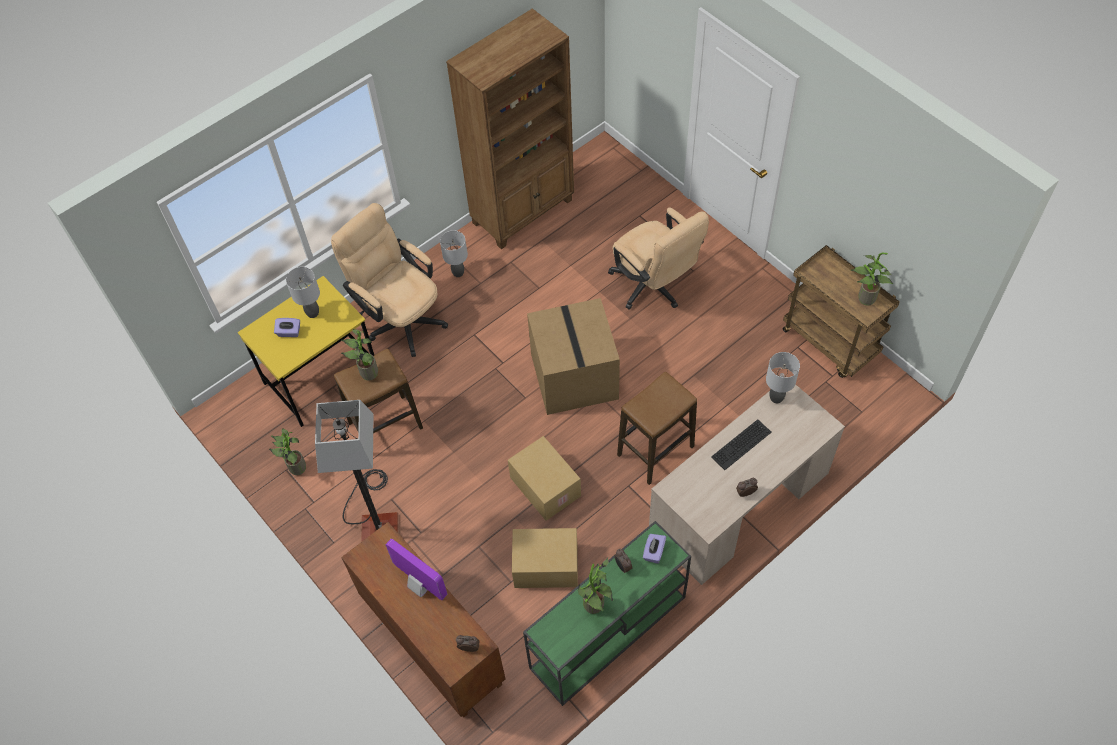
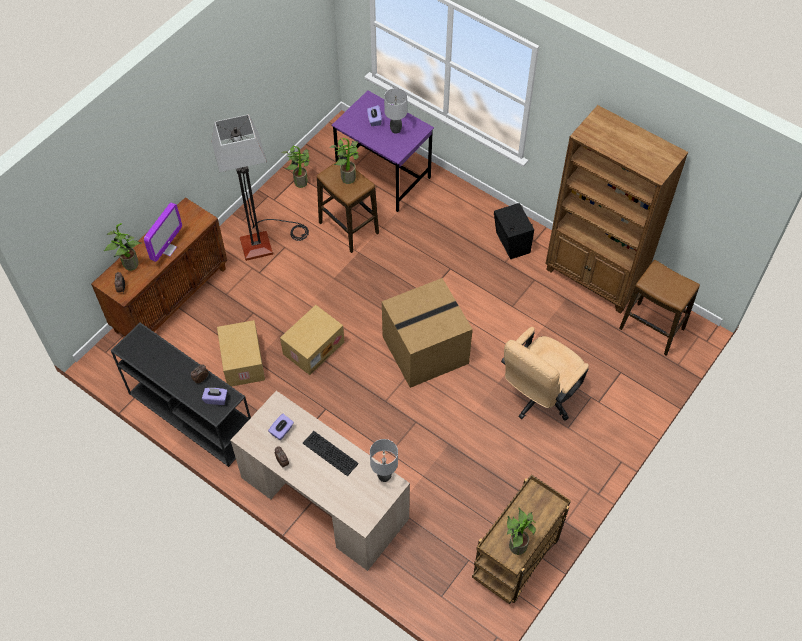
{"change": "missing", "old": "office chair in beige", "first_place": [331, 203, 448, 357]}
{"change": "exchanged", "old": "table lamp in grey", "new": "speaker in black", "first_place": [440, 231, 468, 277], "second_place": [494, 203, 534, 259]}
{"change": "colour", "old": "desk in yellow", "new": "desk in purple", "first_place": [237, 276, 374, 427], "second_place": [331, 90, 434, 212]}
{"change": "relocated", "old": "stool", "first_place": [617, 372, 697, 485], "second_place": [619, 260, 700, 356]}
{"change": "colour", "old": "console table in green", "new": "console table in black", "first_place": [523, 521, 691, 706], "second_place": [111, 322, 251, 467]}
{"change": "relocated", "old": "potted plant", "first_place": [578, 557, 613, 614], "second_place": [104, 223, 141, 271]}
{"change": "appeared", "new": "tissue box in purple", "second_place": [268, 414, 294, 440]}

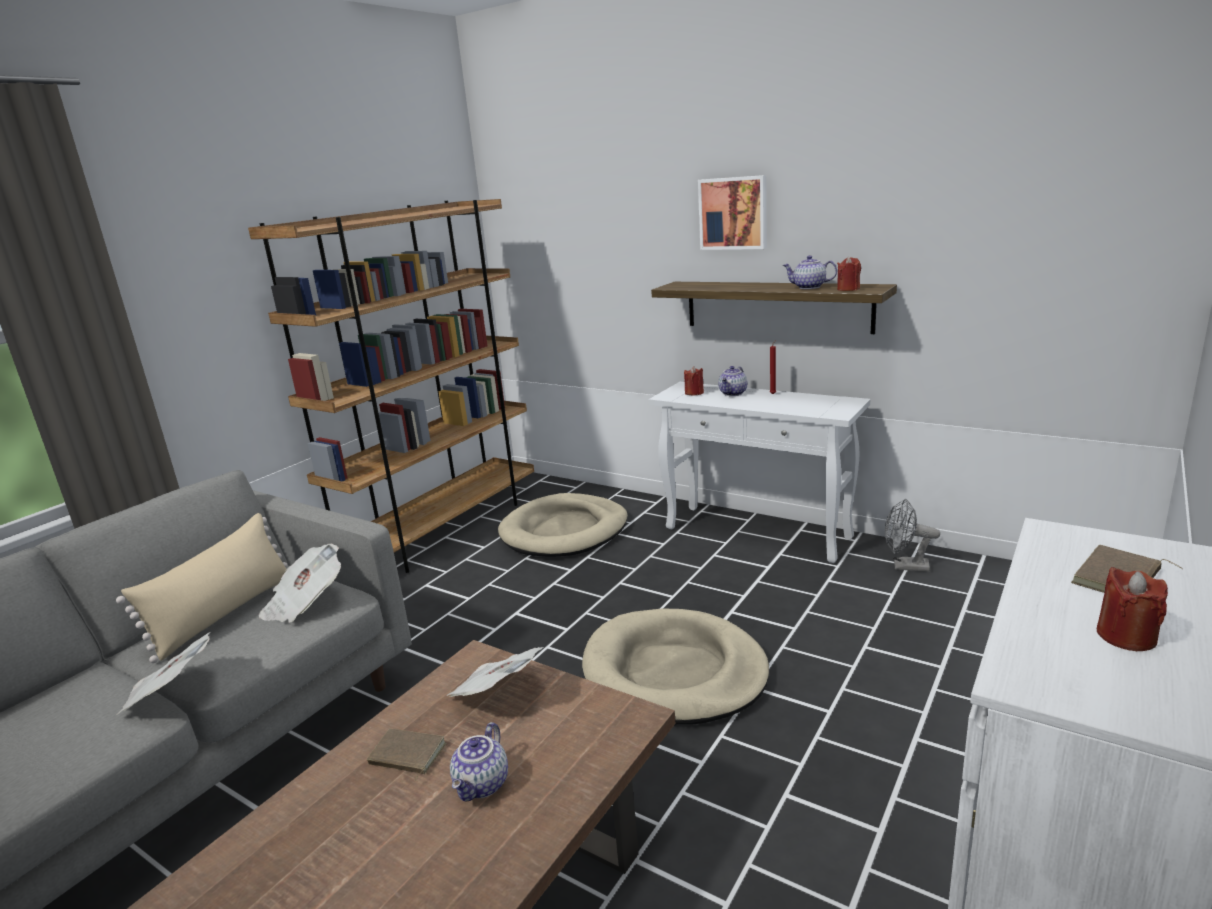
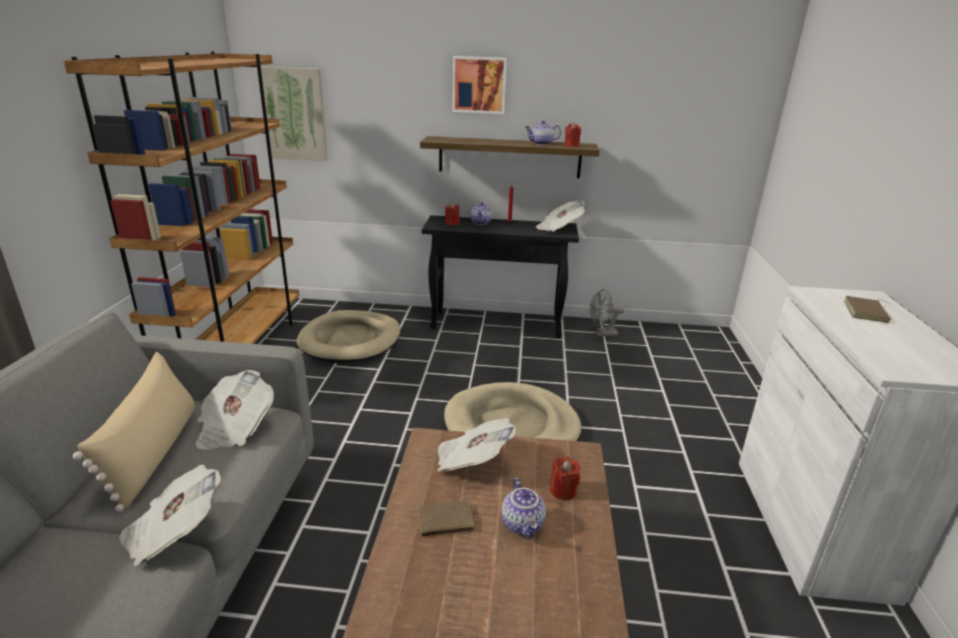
{"change": "colour", "old": "console table in white", "new": "console table in black", "first_place": [649, 382, 870, 563], "second_place": [422, 215, 579, 338]}
{"change": "relocated", "old": "candle in red", "first_place": [1097, 567, 1168, 651], "second_place": [550, 456, 580, 500]}
{"change": "appeared", "new": "picture", "second_place": [261, 67, 328, 161]}
{"change": "appeared", "new": "newspaper", "second_place": [536, 201, 585, 232]}

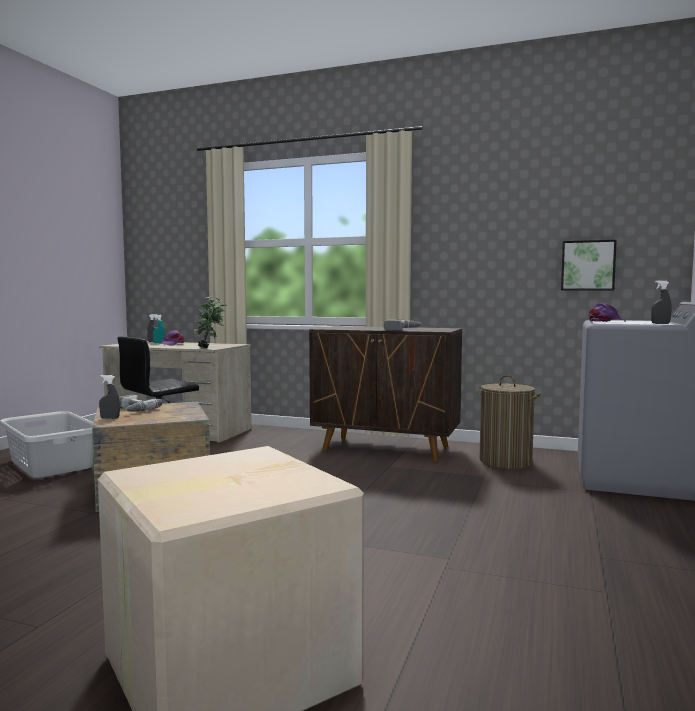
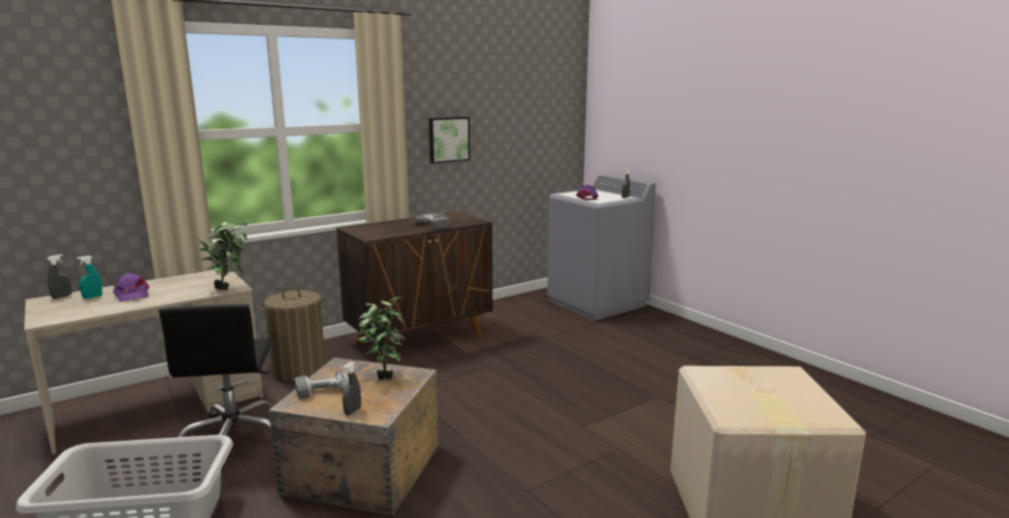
{"change": "relocated", "old": "picture", "first_place": [561, 240, 617, 291], "second_place": [429, 117, 470, 164]}
{"change": "relocated", "old": "laundry basket", "first_place": [477, 375, 541, 469], "second_place": [258, 287, 327, 381]}
{"change": "appeared", "new": "potted plant", "second_place": [359, 296, 405, 380]}

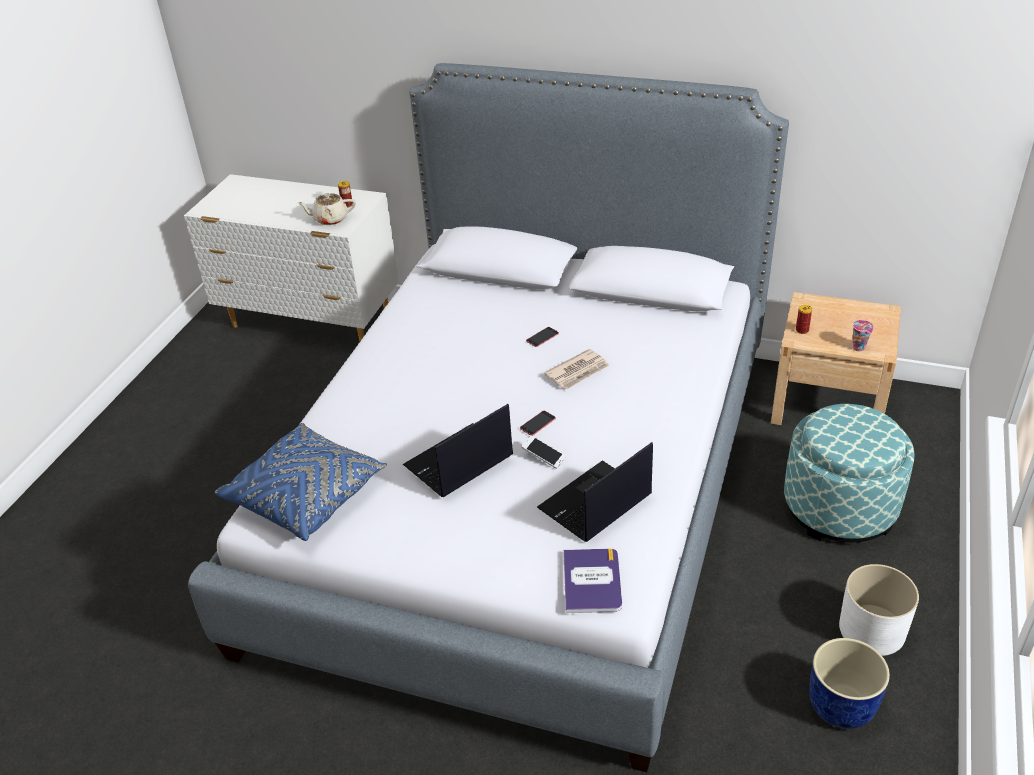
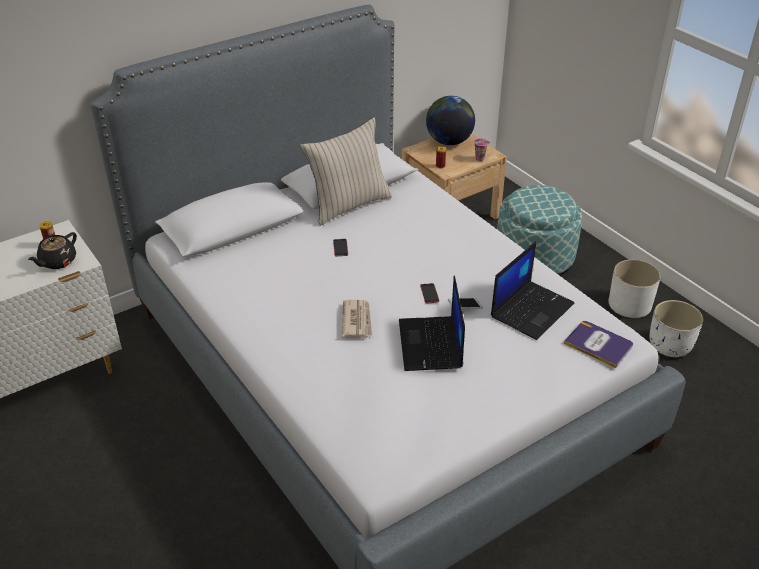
{"change": "colour", "old": "teapot in beige", "new": "teapot in black", "first_place": [297, 193, 356, 225], "second_place": [28, 232, 77, 269]}
{"change": "relocated", "old": "newspaper", "first_place": [544, 349, 610, 389], "second_place": [342, 300, 372, 338]}
{"change": "missing", "old": "pillow in blue", "first_place": [214, 423, 387, 541]}
{"change": "spun", "old": "laptop", "first_place": [537, 442, 653, 542], "second_place": [491, 241, 574, 340], "degrees": -135}
{"change": "colour", "old": "planter in blue", "new": "planter in white", "first_place": [809, 638, 890, 729], "second_place": [650, 300, 703, 357]}
{"change": "appeared", "new": "globe", "second_place": [426, 96, 475, 145]}
{"change": "appeared", "new": "pillow in beige", "second_place": [300, 118, 392, 226]}

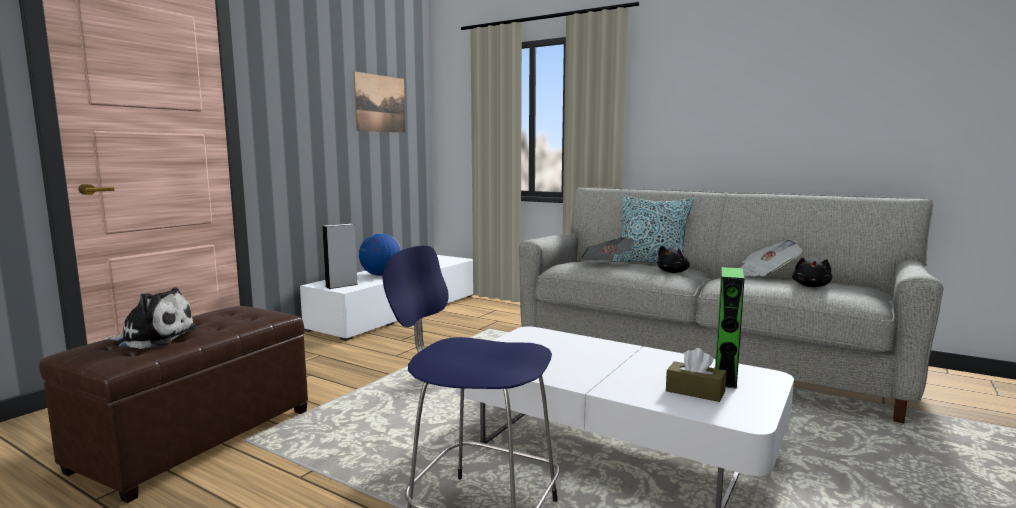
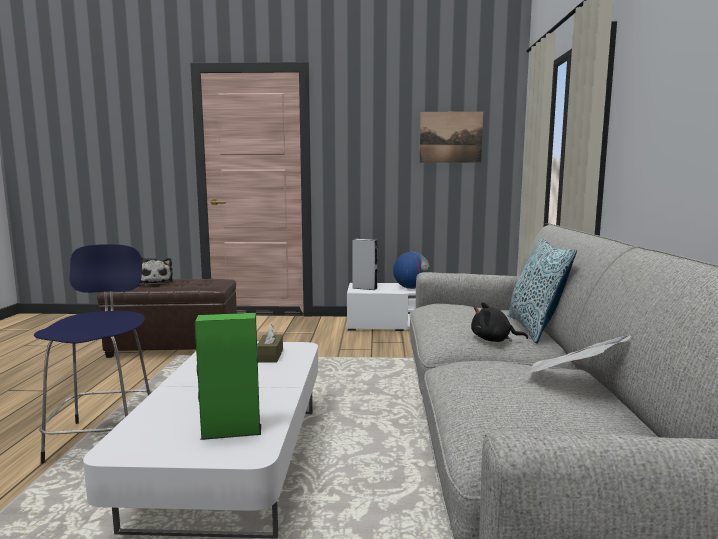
{"change": "missing", "old": "newspaper", "first_place": [580, 237, 634, 260]}
{"change": "missing", "old": "plush toy in black", "first_place": [792, 257, 832, 287]}
{"change": "relocated", "old": "tissue box in brown", "first_place": [666, 348, 727, 402], "second_place": [257, 325, 283, 362]}

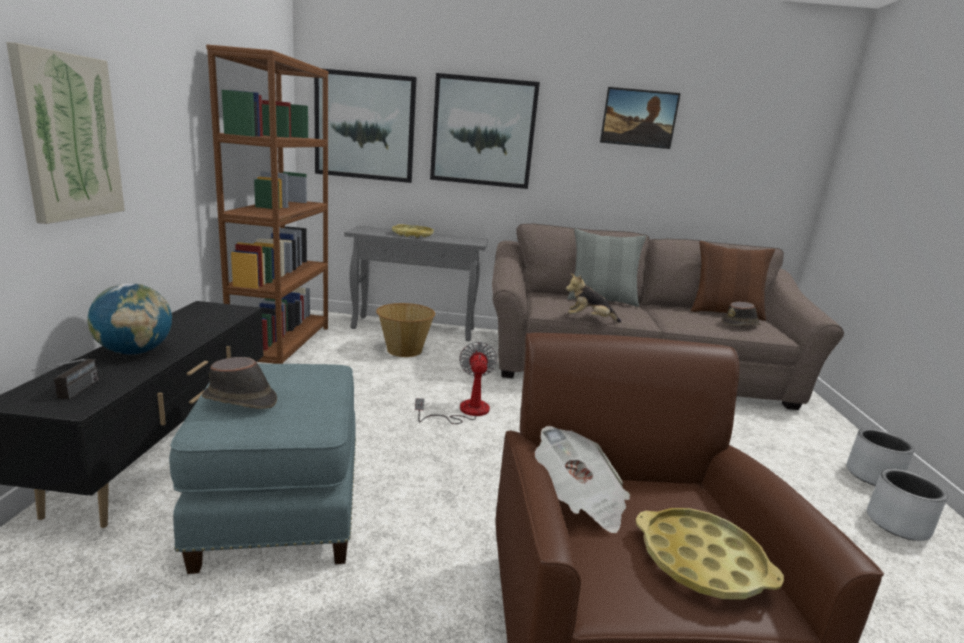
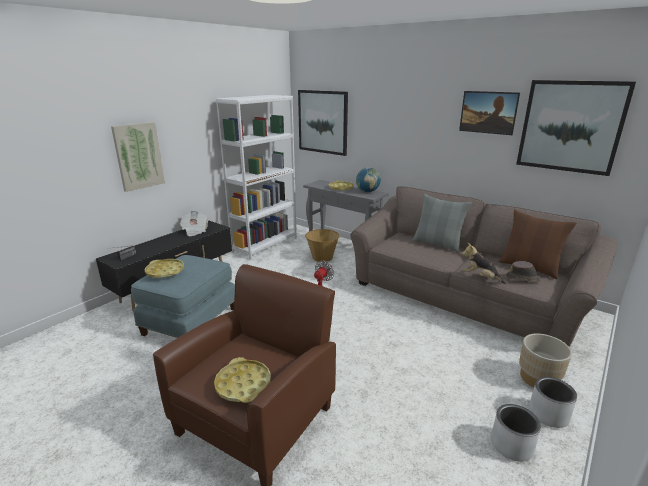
{"change": "colour", "old": "bookcase in brown", "new": "bookcase in white", "first_place": [206, 44, 328, 364], "second_place": [216, 95, 297, 260]}
{"change": "relocated", "old": "picture", "first_place": [430, 73, 540, 189], "second_place": [516, 80, 636, 176]}
{"change": "relocated", "old": "plush toy", "first_place": [566, 273, 621, 323], "second_place": [462, 243, 506, 284]}
{"change": "relocated", "old": "globe", "first_place": [87, 283, 172, 355], "second_place": [356, 167, 381, 192]}
{"change": "exchanged", "old": "hat in brown", "new": "tray in yellow", "first_place": [202, 357, 277, 409], "second_place": [145, 259, 184, 278]}
{"change": "relocated", "old": "newspaper", "first_place": [535, 426, 630, 533], "second_place": [180, 211, 209, 236]}
{"change": "appeared", "new": "planter in beige", "second_place": [519, 334, 572, 387]}

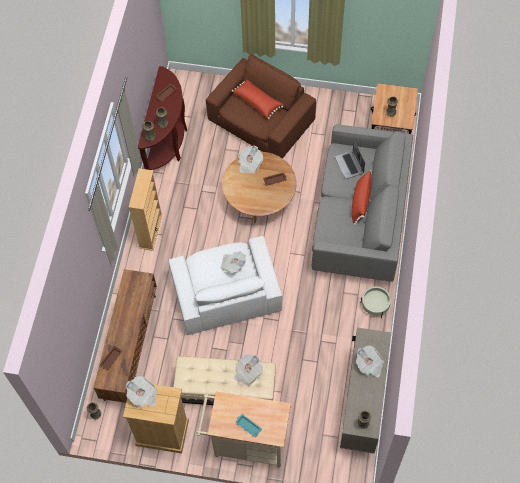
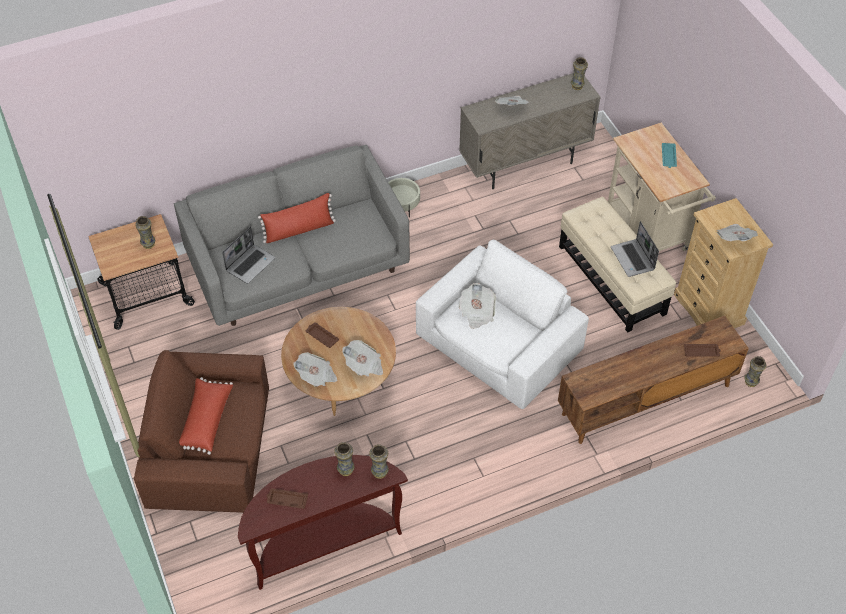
{"change": "missing", "old": "bookcase in beige", "first_place": [129, 168, 162, 251]}
{"change": "relocated", "old": "newspaper", "first_place": [234, 354, 263, 386], "second_place": [342, 340, 383, 377]}
{"change": "appeared", "new": "laptop", "second_place": [611, 221, 659, 277]}

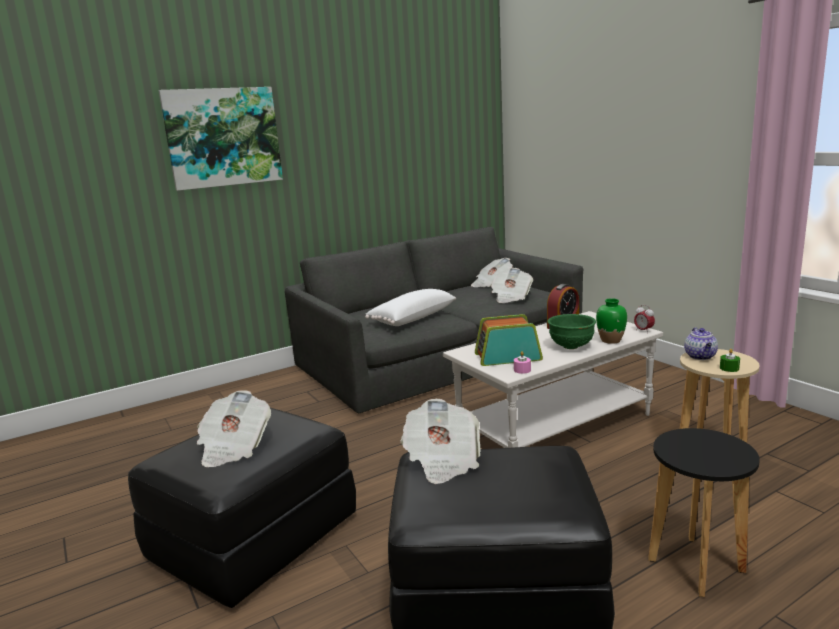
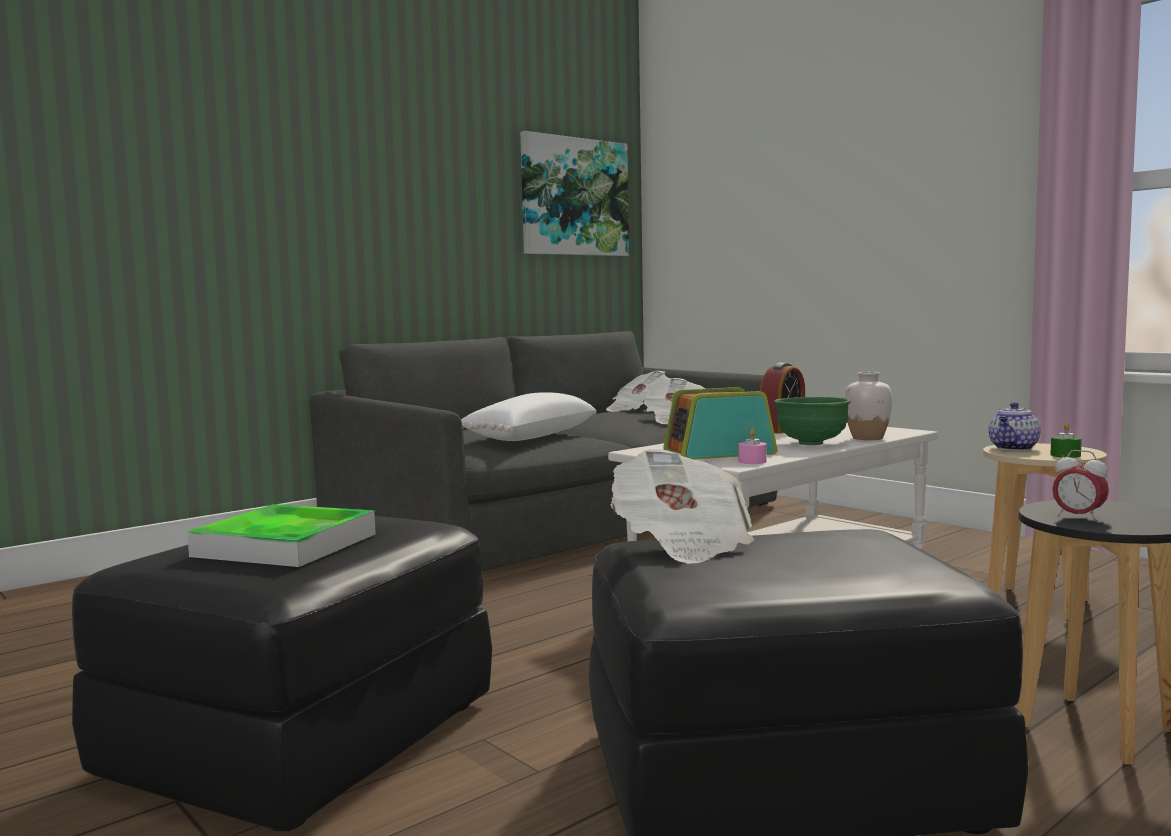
{"change": "relocated", "old": "picture", "first_place": [159, 87, 283, 191], "second_place": [520, 131, 629, 256]}
{"change": "colour", "old": "vase in green", "new": "vase in white", "first_place": [596, 298, 627, 344], "second_place": [844, 372, 892, 440]}
{"change": "relocated", "old": "alarm clock", "first_place": [634, 305, 655, 333], "second_place": [1052, 450, 1109, 522]}
{"change": "spun", "old": "teapot", "first_place": [684, 327, 718, 360], "second_place": [988, 402, 1041, 451], "degrees": 45}
{"change": "exchanged", "old": "newspaper", "new": "tray", "first_place": [197, 390, 271, 467], "second_place": [187, 504, 376, 567]}

